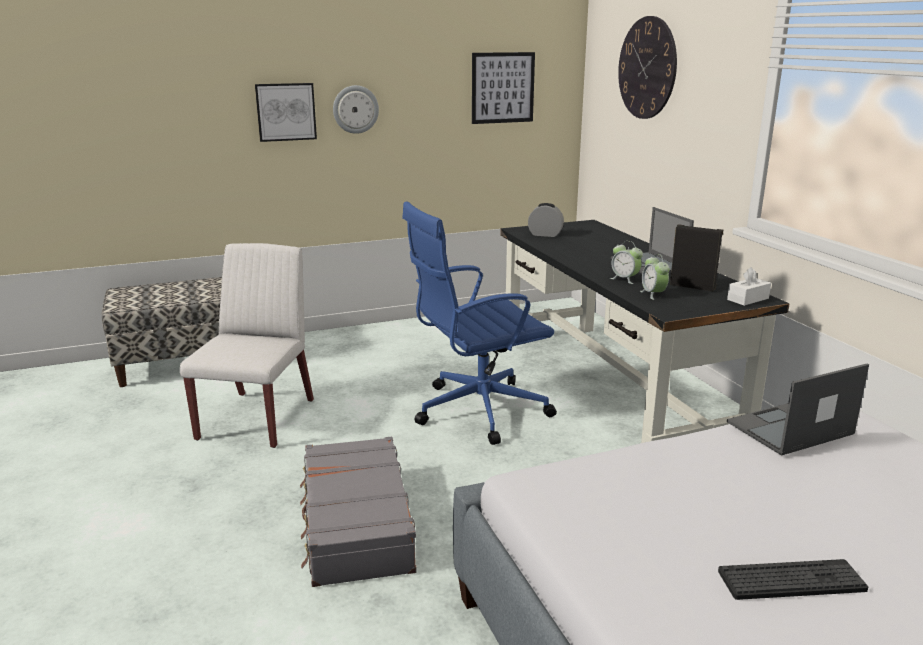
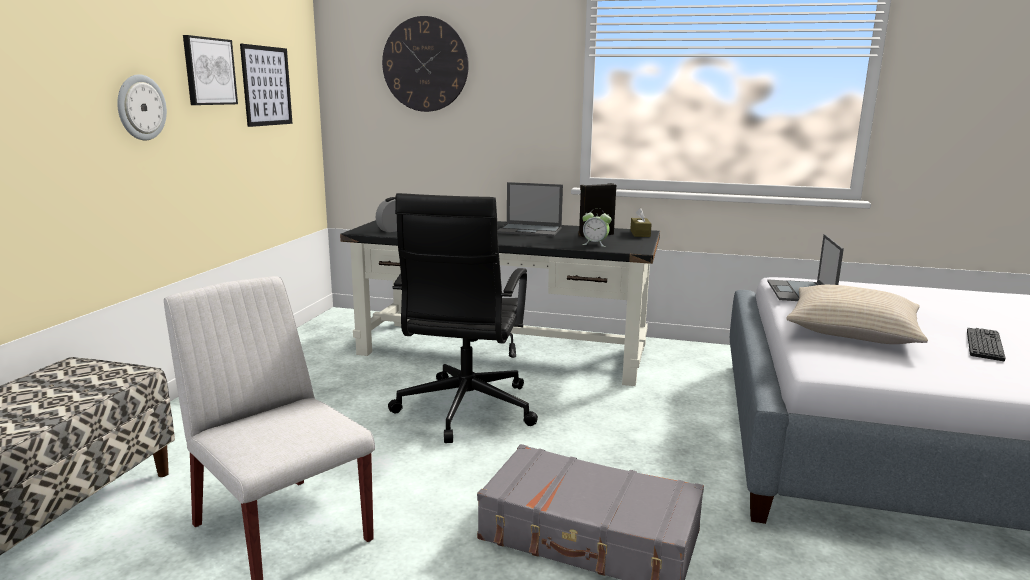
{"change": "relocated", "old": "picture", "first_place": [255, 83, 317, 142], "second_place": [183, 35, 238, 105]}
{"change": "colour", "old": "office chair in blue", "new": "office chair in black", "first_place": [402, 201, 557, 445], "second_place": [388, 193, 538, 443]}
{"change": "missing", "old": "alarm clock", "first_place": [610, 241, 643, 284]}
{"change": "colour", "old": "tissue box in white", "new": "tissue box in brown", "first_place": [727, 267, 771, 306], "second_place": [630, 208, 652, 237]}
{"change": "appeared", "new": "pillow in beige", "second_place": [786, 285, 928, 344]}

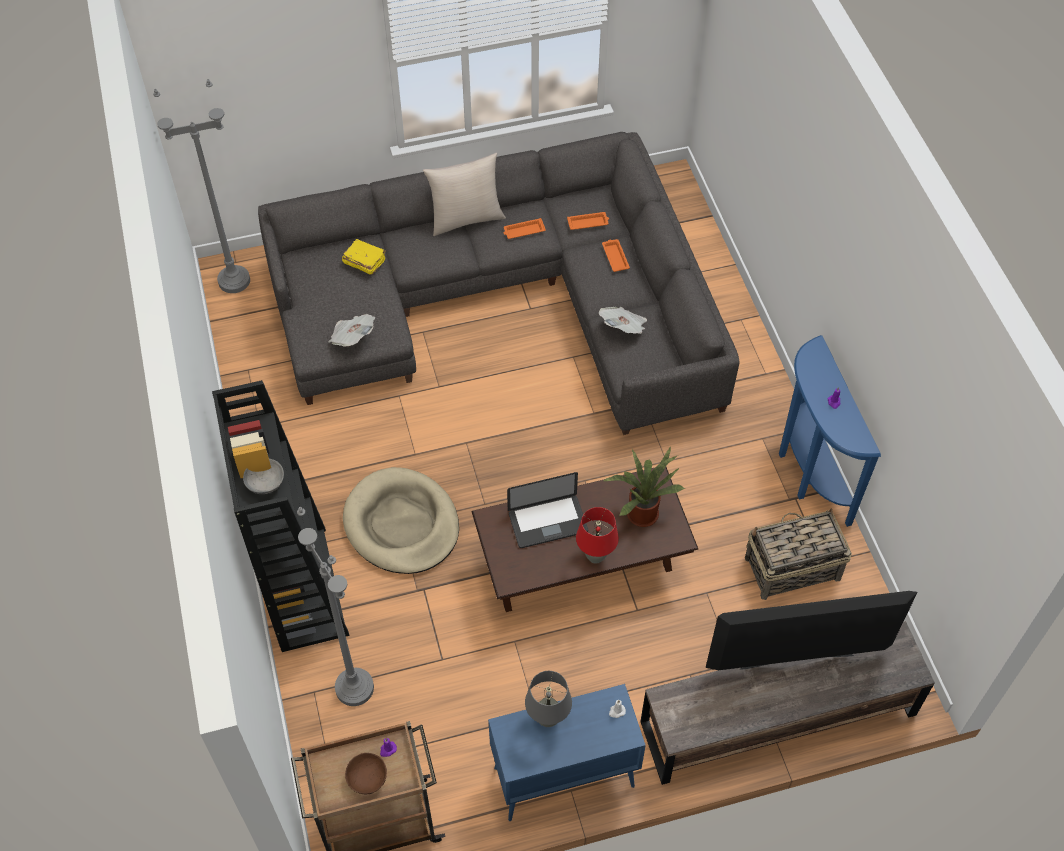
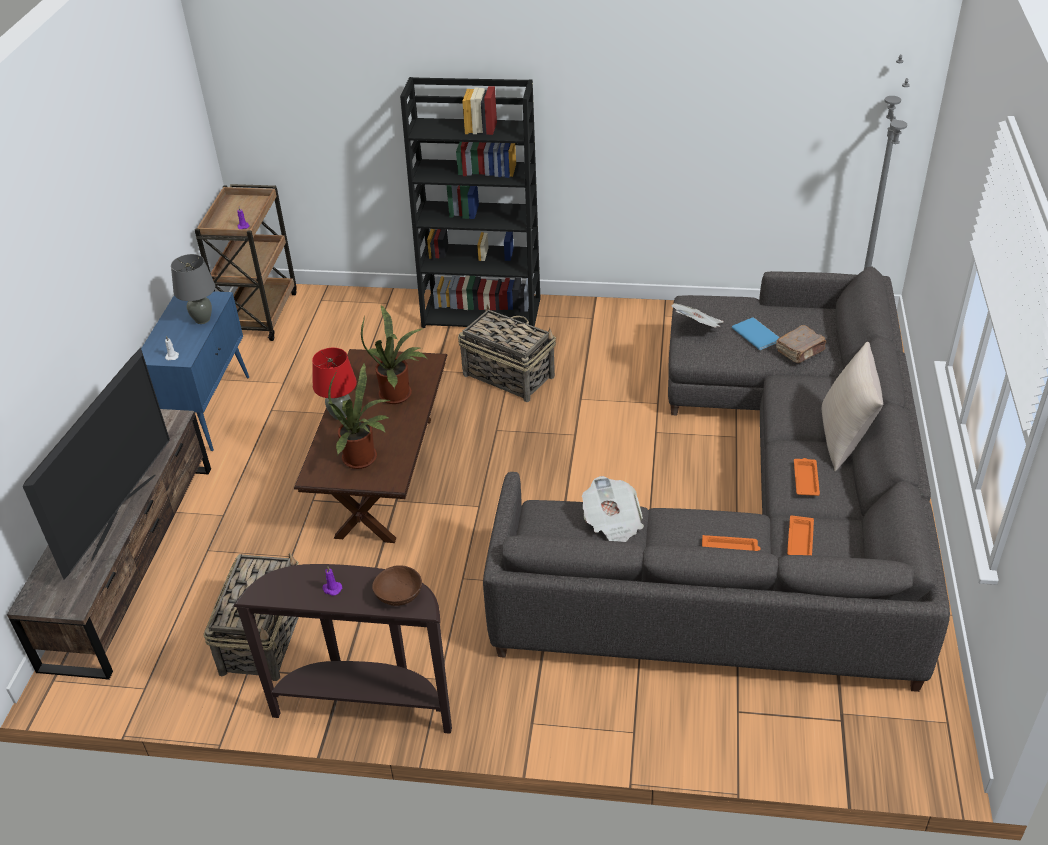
{"change": "colour", "old": "book in yellow", "new": "book in brown", "first_place": [342, 239, 386, 275], "second_place": [776, 325, 826, 363]}
{"change": "colour", "old": "console table in blue", "new": "console table in brown", "first_place": [779, 335, 881, 527], "second_place": [233, 564, 452, 734]}
{"change": "missing", "old": "bowl in grey", "first_place": [243, 459, 284, 494]}
{"change": "exchanged", "old": "dog bed in beige", "new": "basket", "first_place": [343, 467, 459, 574], "second_place": [458, 304, 556, 402]}
{"change": "exchanged", "old": "laptop", "new": "potted plant", "first_place": [507, 472, 588, 548], "second_place": [361, 305, 426, 404]}
{"change": "missing", "old": "floor lamp in grey", "first_place": [297, 507, 374, 706]}
{"change": "relocated", "old": "bowl in brown", "first_place": [345, 753, 387, 794], "second_place": [372, 565, 422, 606]}
{"change": "appeared", "new": "book in blue", "second_place": [731, 317, 780, 350]}

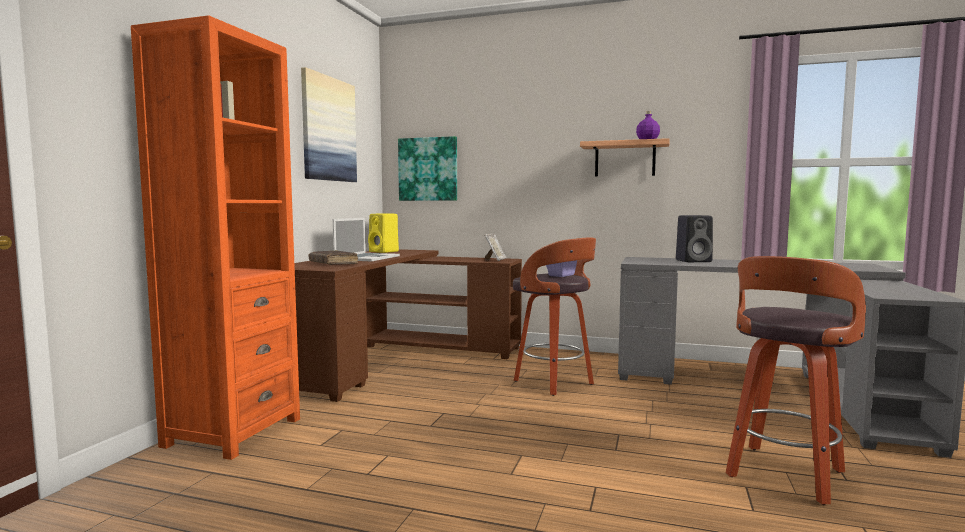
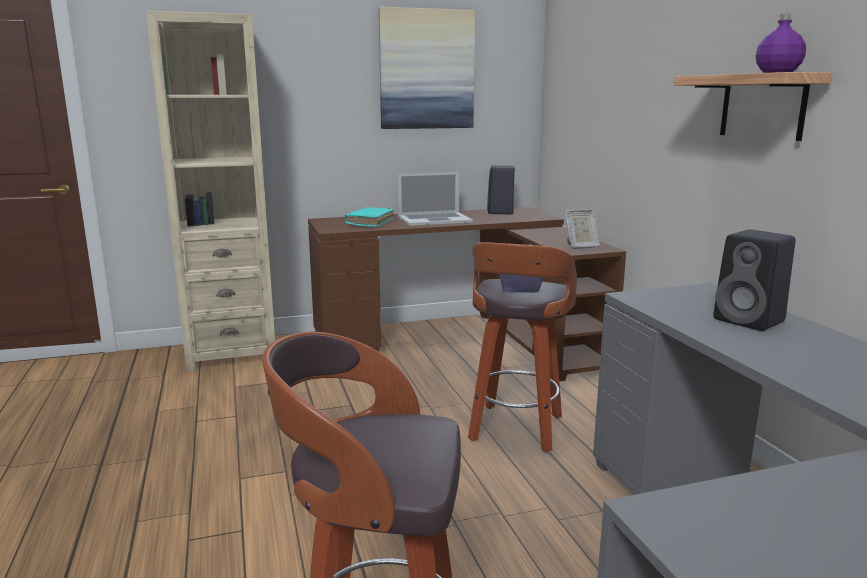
{"change": "colour", "old": "bookcase in orange", "new": "bookcase in beige", "first_place": [131, 16, 300, 460], "second_place": [146, 11, 275, 372]}
{"change": "missing", "old": "picture", "first_place": [398, 136, 457, 201]}
{"change": "colour", "old": "speaker in yellow", "new": "speaker in black", "first_place": [368, 213, 399, 253], "second_place": [487, 165, 515, 214]}
{"change": "colour", "old": "book in brown", "new": "book in turquoise", "first_place": [309, 250, 358, 265], "second_place": [345, 207, 394, 227]}

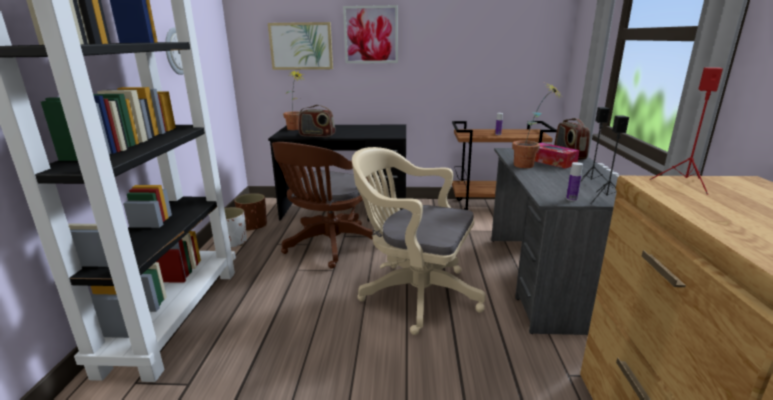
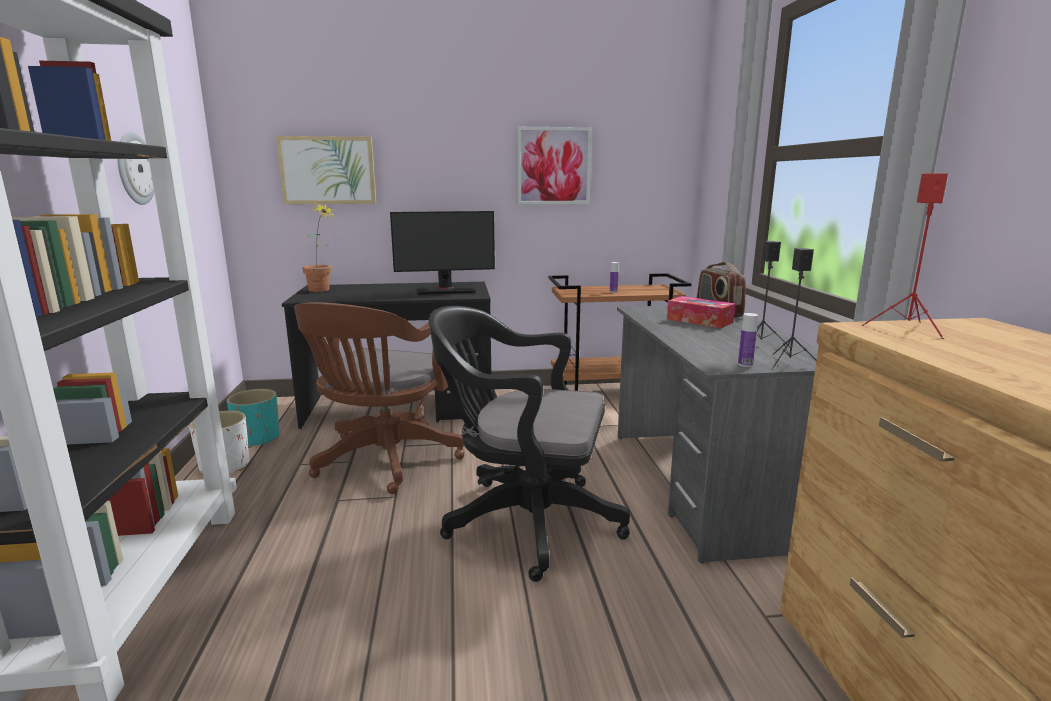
{"change": "relocated", "old": "picture", "first_place": [343, 5, 398, 63], "second_place": [517, 127, 592, 204]}
{"change": "missing", "old": "potted plant", "first_place": [512, 83, 561, 168]}
{"change": "missing", "old": "radio", "first_place": [298, 105, 335, 137]}
{"change": "colour", "old": "office chair in beige", "new": "office chair in black", "first_place": [352, 147, 486, 335], "second_place": [429, 306, 630, 582]}
{"change": "colour", "old": "planter in brown", "new": "planter in turquoise", "first_place": [234, 193, 267, 231], "second_place": [227, 389, 279, 448]}
{"change": "appeared", "new": "monitor", "second_place": [390, 211, 495, 295]}

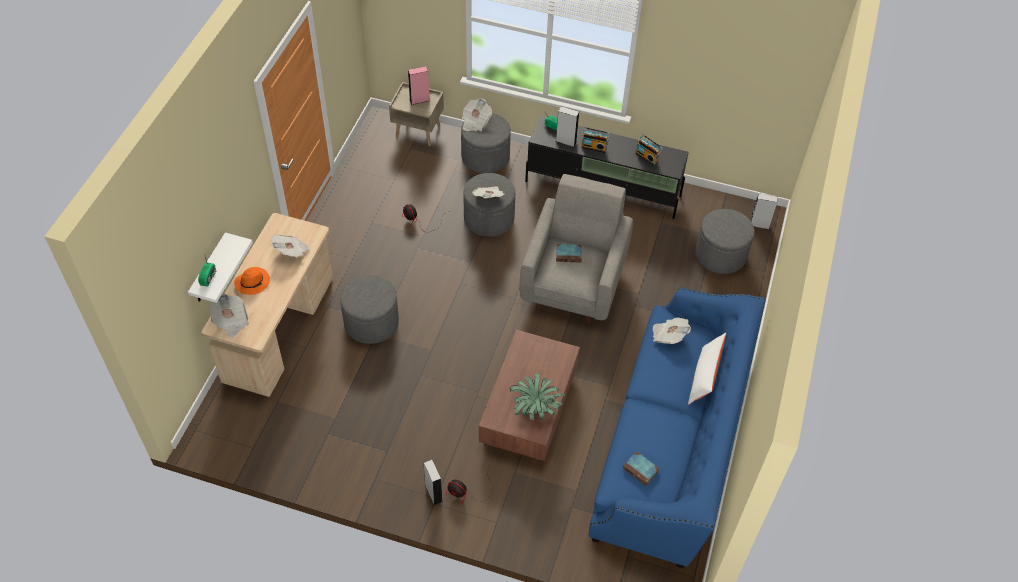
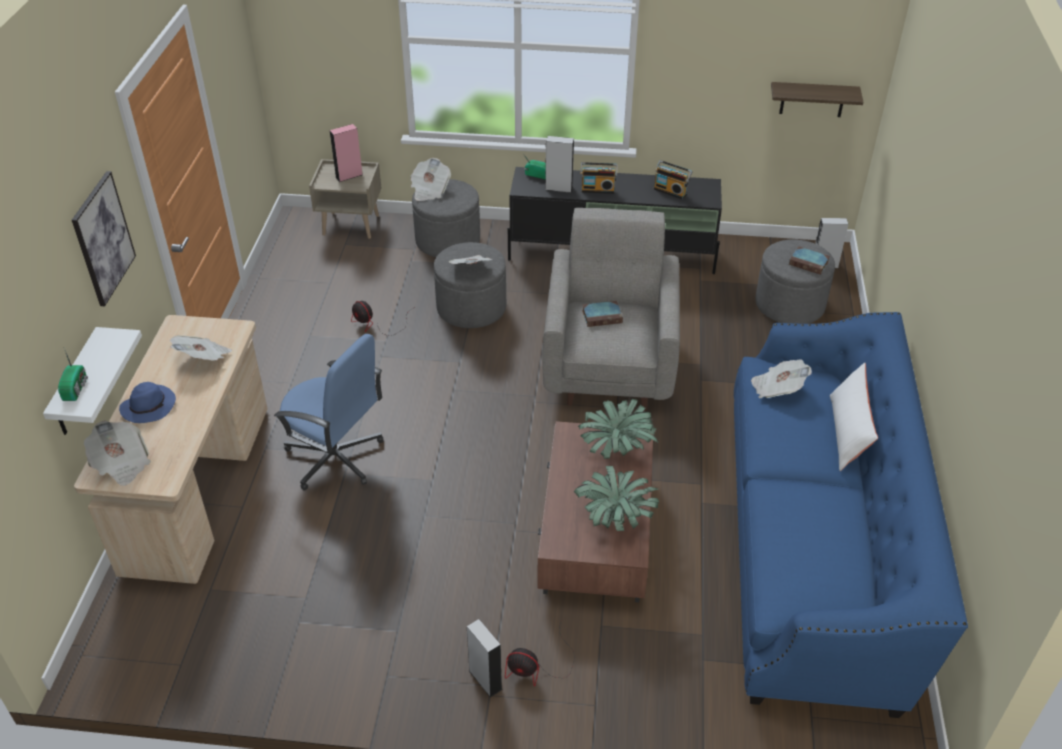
{"change": "colour", "old": "hat in orange", "new": "hat in blue", "first_place": [234, 267, 270, 295], "second_place": [119, 382, 176, 423]}
{"change": "exchanged", "old": "ottoman in grey", "new": "office chair in blue", "first_place": [340, 275, 399, 344], "second_place": [274, 334, 384, 491]}
{"change": "relocated", "old": "book", "first_place": [623, 451, 660, 486], "second_place": [789, 246, 830, 275]}
{"change": "appeared", "new": "shelf", "second_place": [771, 82, 863, 117]}
{"change": "appeared", "new": "picture", "second_place": [72, 171, 136, 306]}
{"change": "appeared", "new": "potted plant", "second_place": [578, 399, 658, 459]}

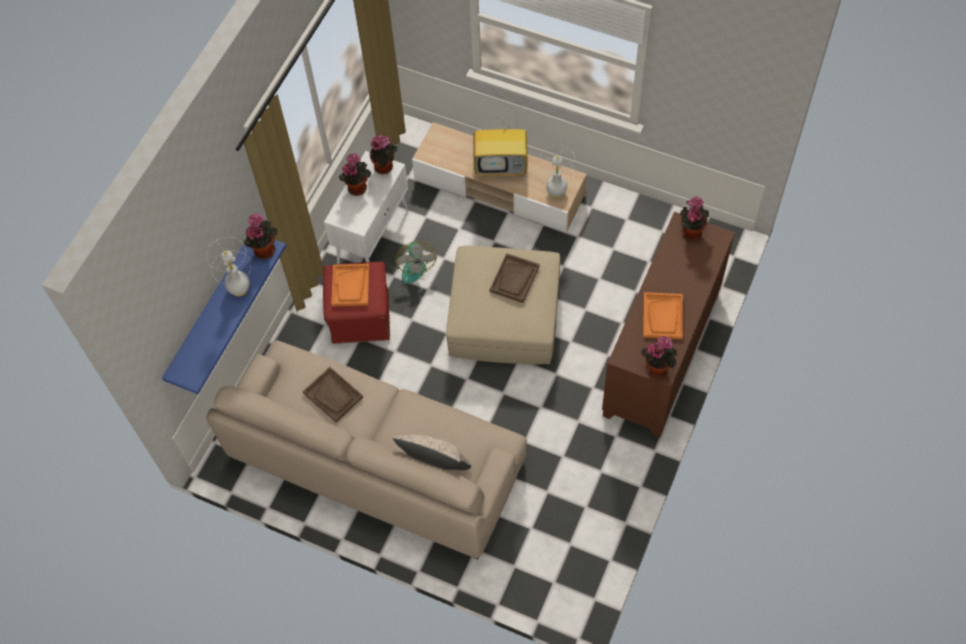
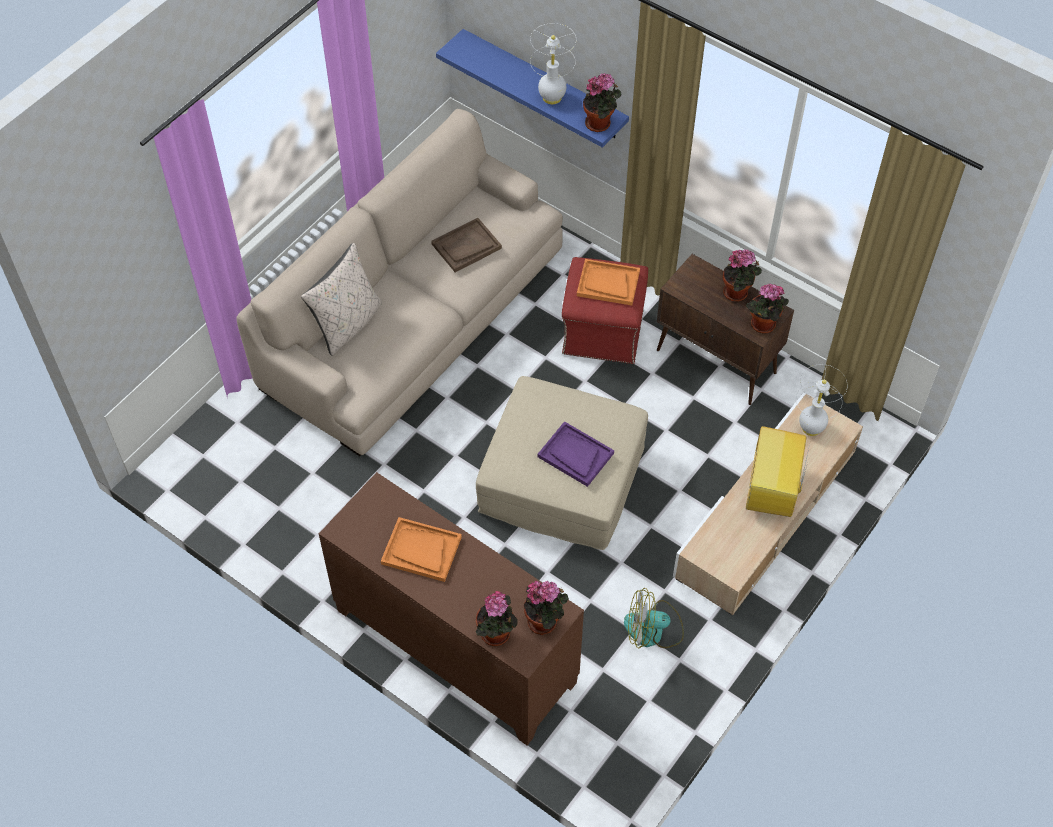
{"change": "relocated", "old": "table lamp in white", "first_place": [540, 144, 575, 198], "second_place": [796, 364, 847, 436]}
{"change": "colour", "old": "cabinet in white", "new": "cabinet in brown", "first_place": [324, 151, 409, 264], "second_place": [657, 254, 794, 405]}
{"change": "relocated", "old": "fan", "first_place": [387, 241, 437, 284], "second_place": [624, 588, 684, 648]}
{"change": "colour", "old": "tray in brown", "new": "tray in purple", "first_place": [490, 253, 540, 303], "second_place": [537, 421, 614, 487]}
{"change": "relocated", "old": "potted plant", "first_place": [641, 336, 677, 378], "second_place": [475, 591, 518, 646]}

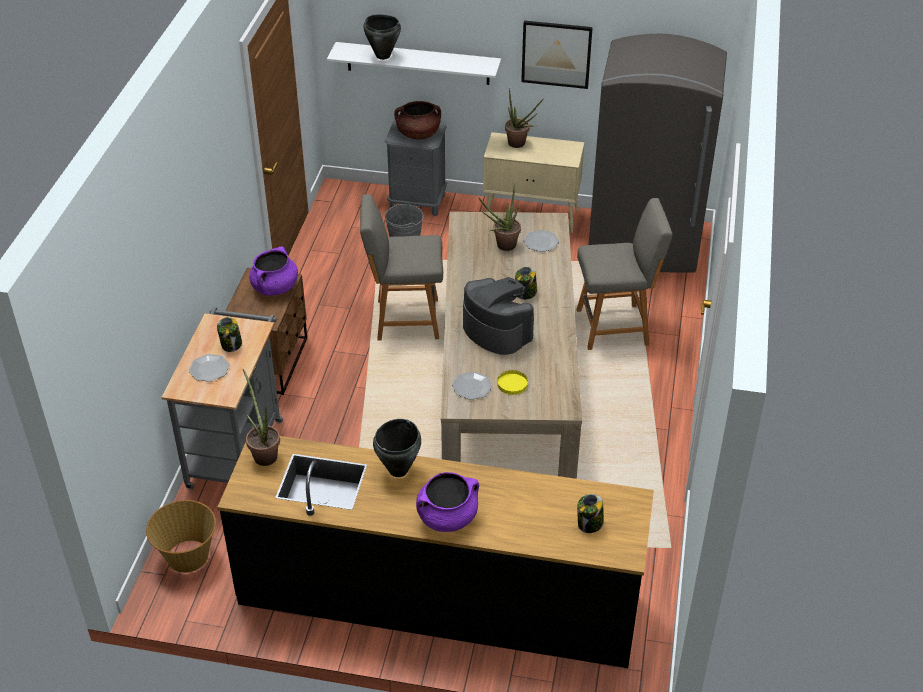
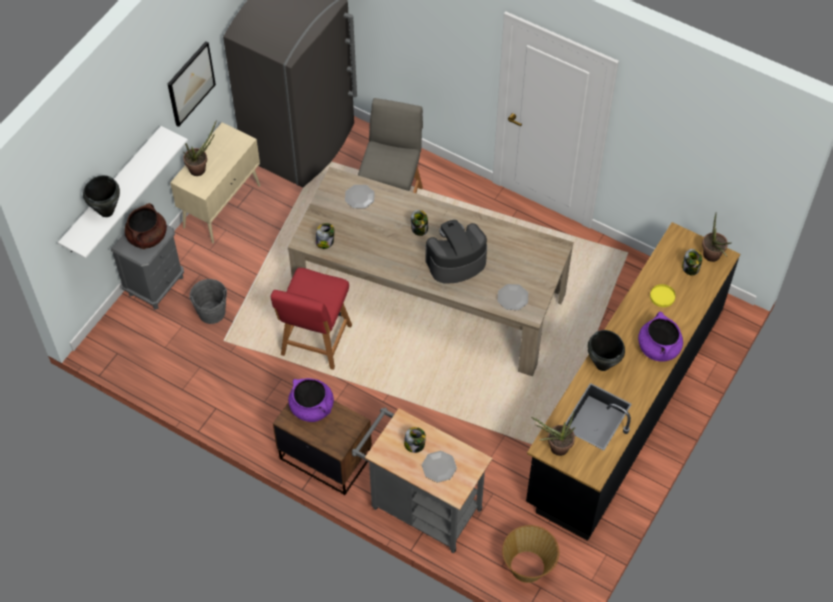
{"change": "relocated", "old": "potted plant", "first_place": [478, 183, 521, 251], "second_place": [702, 214, 732, 262]}
{"change": "colour", "old": "chair in grey", "new": "chair in red", "first_place": [360, 194, 443, 341], "second_place": [271, 268, 352, 370]}
{"change": "relocated", "old": "plate in yellow", "first_place": [497, 370, 528, 395], "second_place": [650, 284, 676, 307]}
{"change": "appeared", "new": "jar", "second_place": [316, 223, 334, 249]}

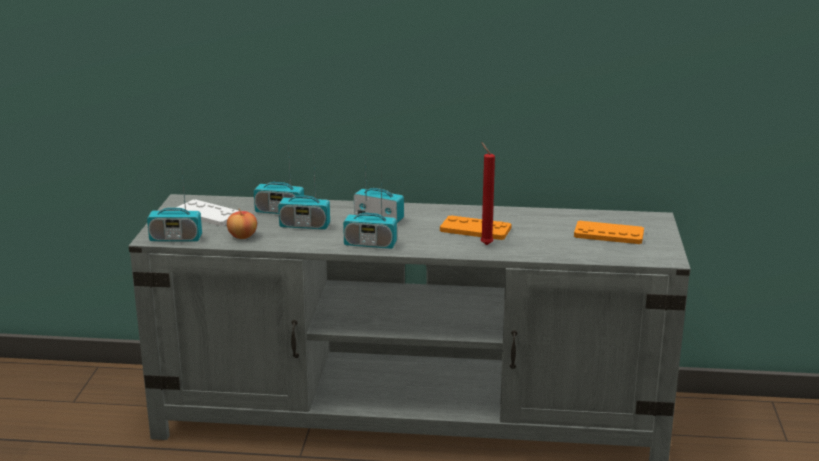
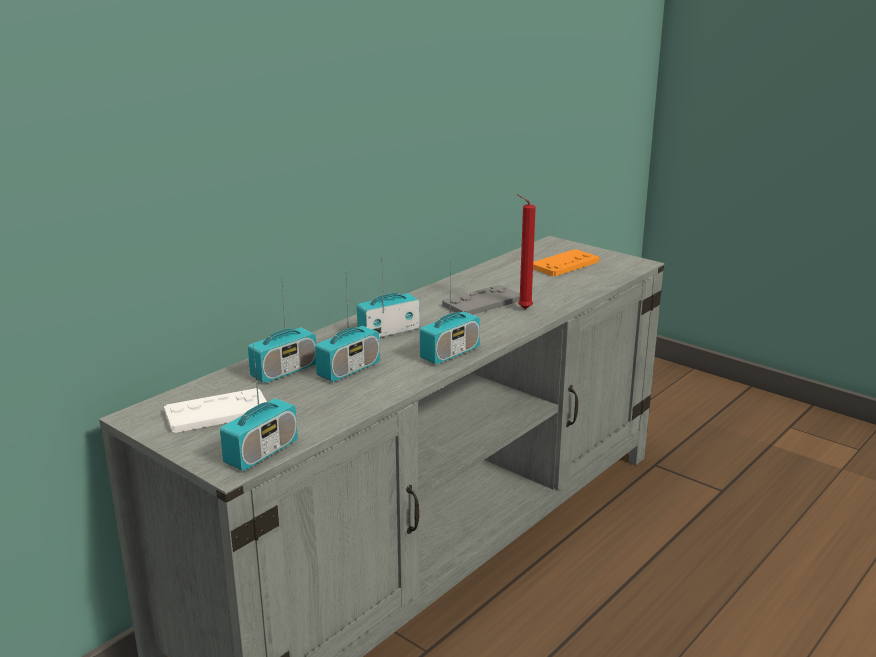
{"change": "missing", "old": "apple", "first_place": [227, 209, 257, 239]}
{"change": "colour", "old": "game controller in orange", "new": "game controller in grey", "first_place": [440, 215, 511, 240], "second_place": [442, 285, 520, 315]}

